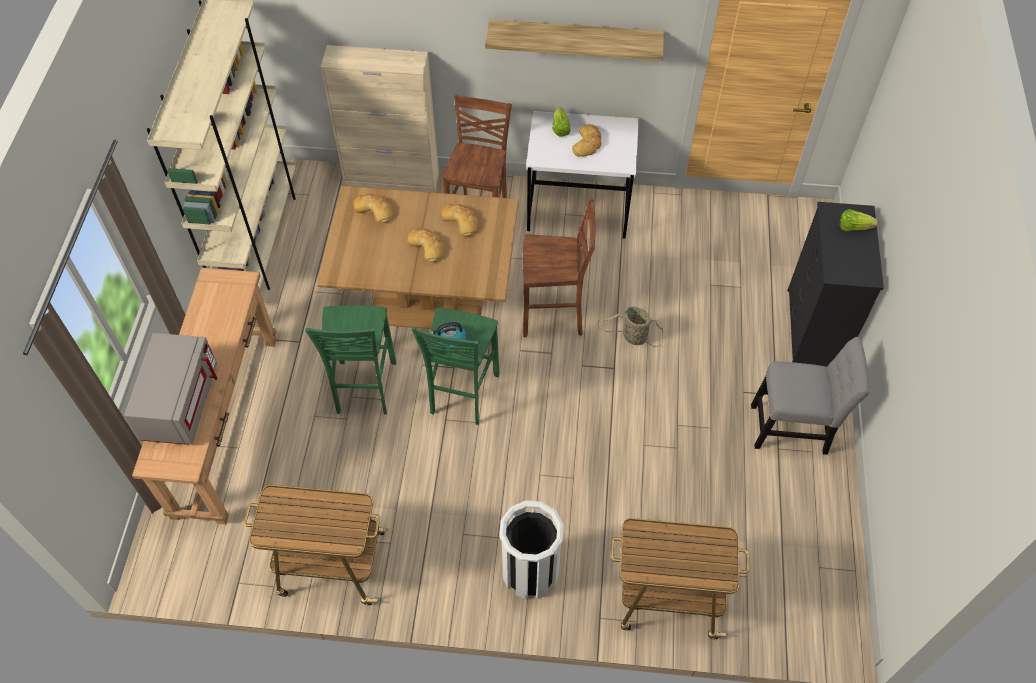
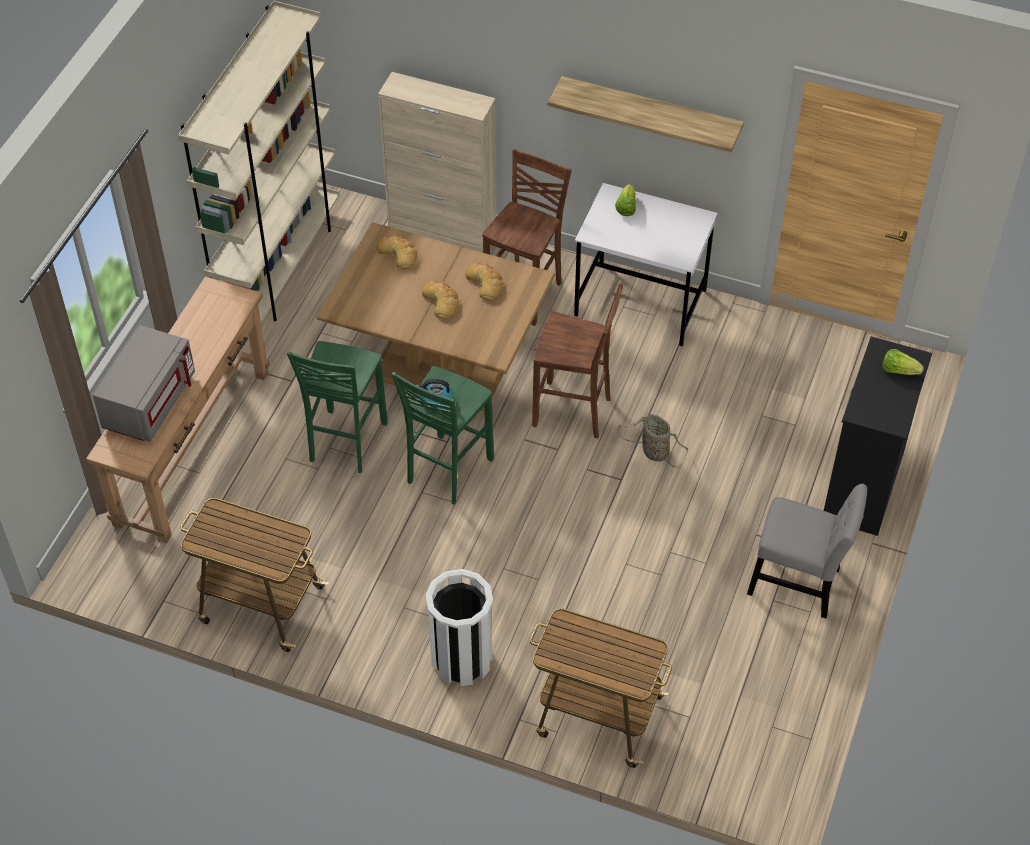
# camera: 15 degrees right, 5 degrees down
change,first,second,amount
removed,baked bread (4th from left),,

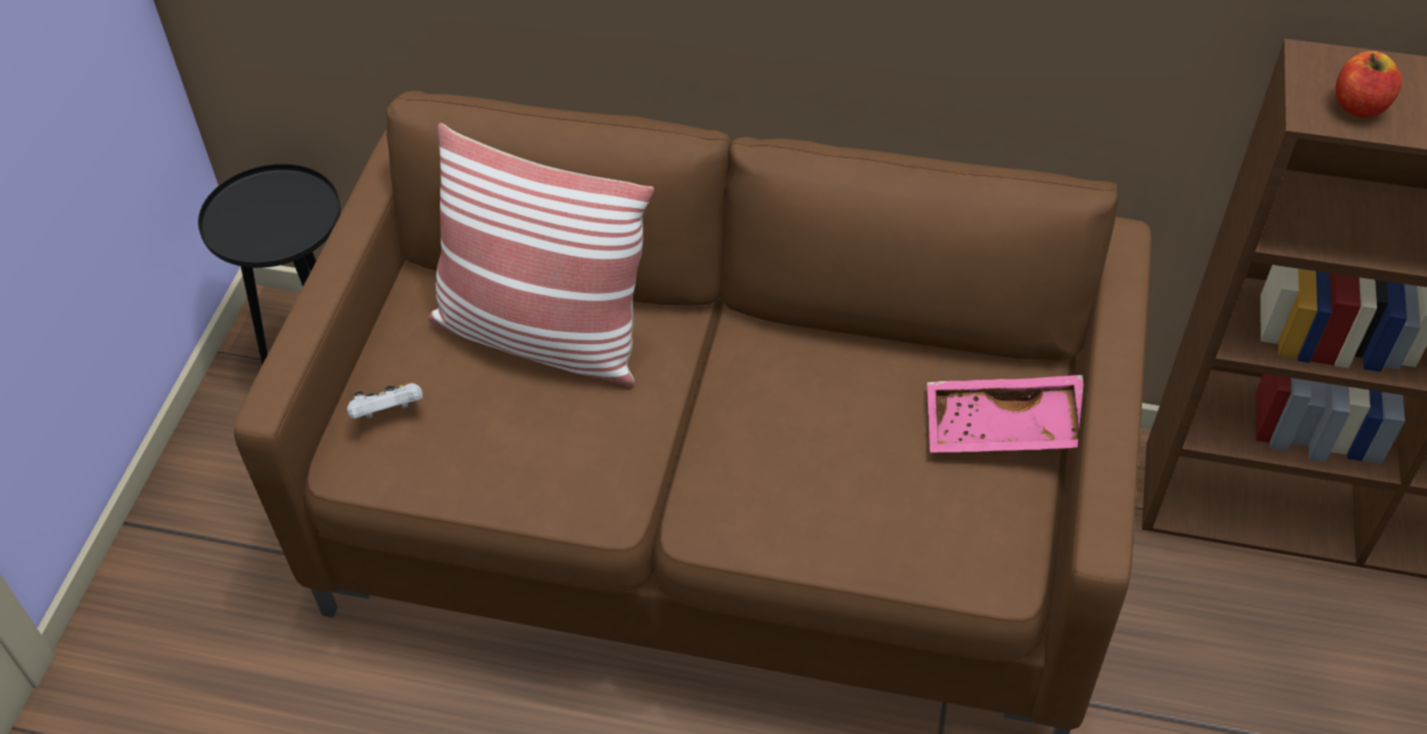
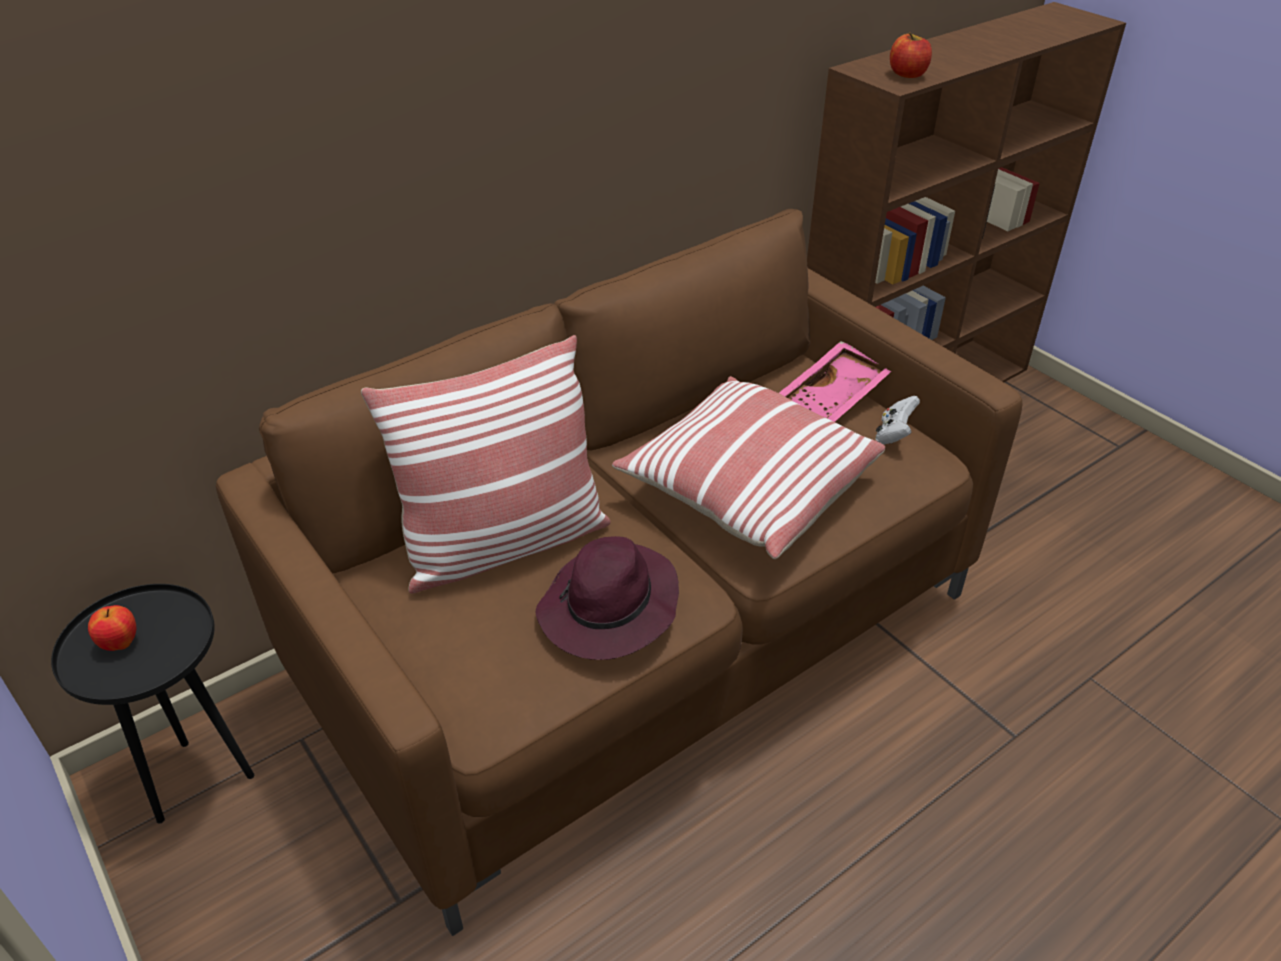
# camera: 50 degrees left, 10 degrees down
change,first,second,amount
moved,gamepad (white),,
added,,apple (1st from left),
added,,hat (purplish),
added,,cushion (2nd from left),

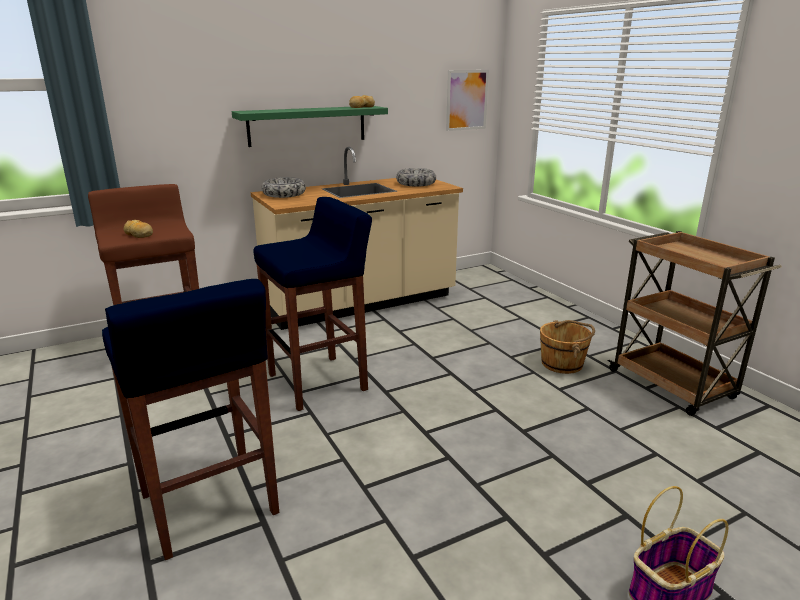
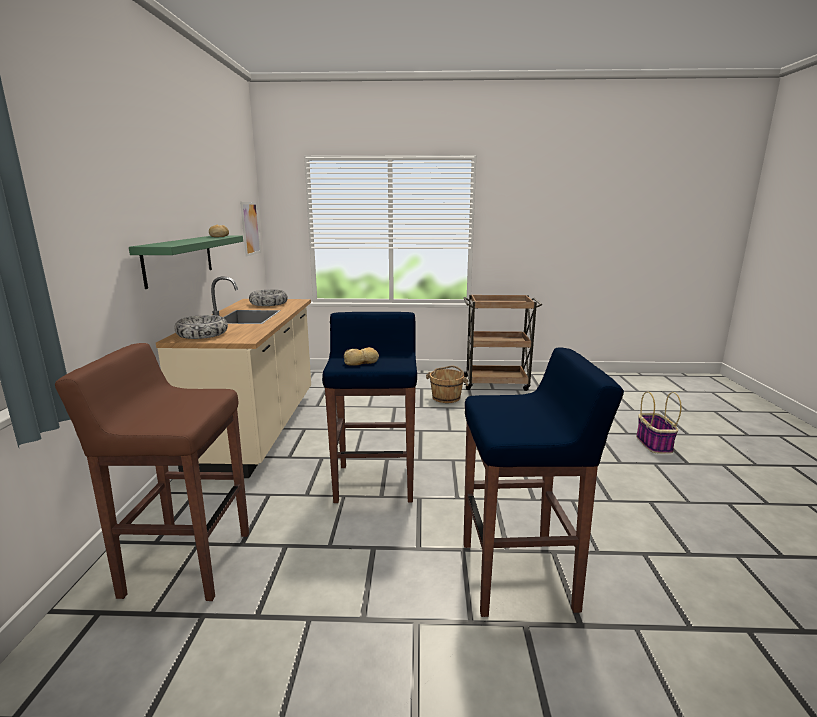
# camera: 60 degrees left, 5 degrees down
change,first,second,amount
moved,baked bread (1st from left in the first image),baked bread (2nd from left),

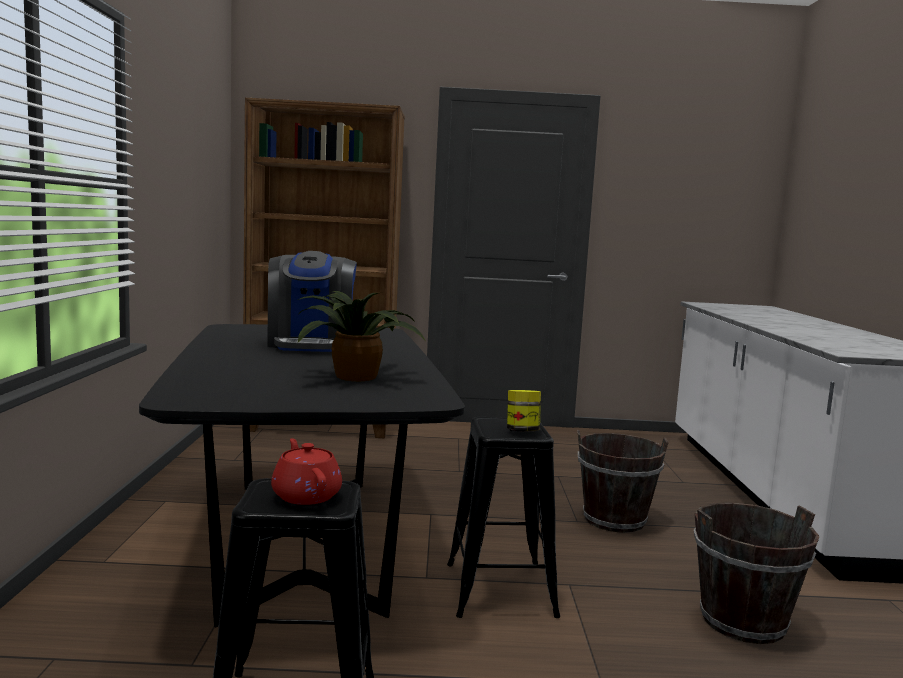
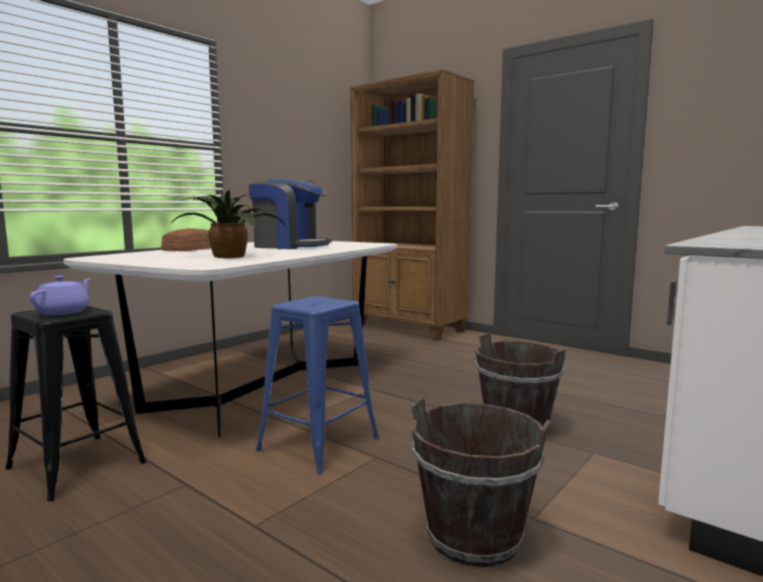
# camera: 40 degrees right, 0 degrees up
change,first,second,amount
recoloured,dining table (blackish),dining table (white),
turned,coffee maker,,105 degrees counterclockwise
recoloured,teapot (reddish),teapot (purplish),
recoloured,stool (blackish) (2nd from left),stool (blue),
removed,storage jar,,
added,,baked bread,

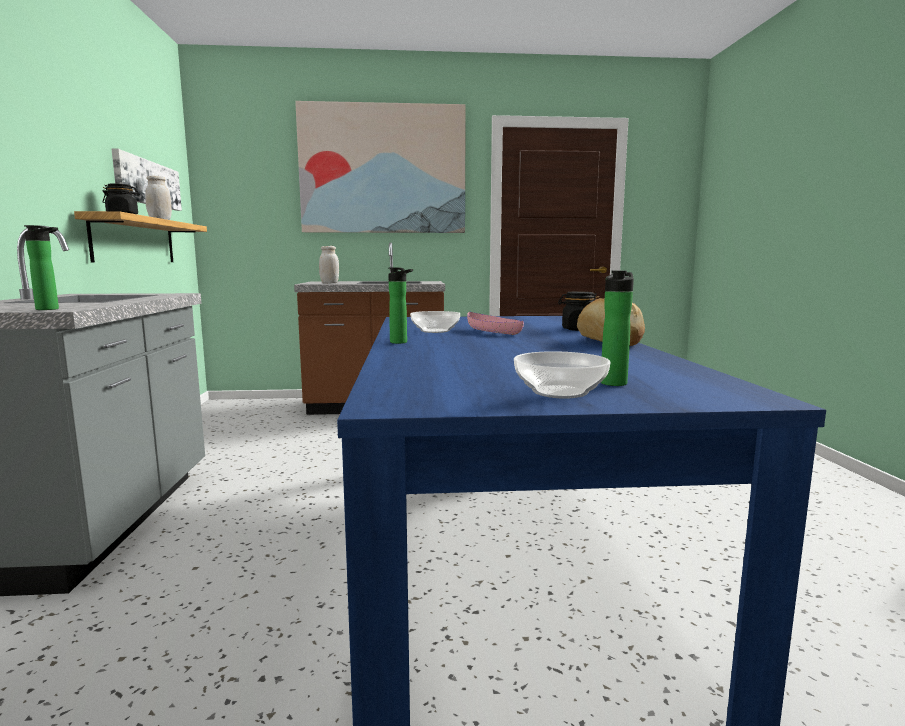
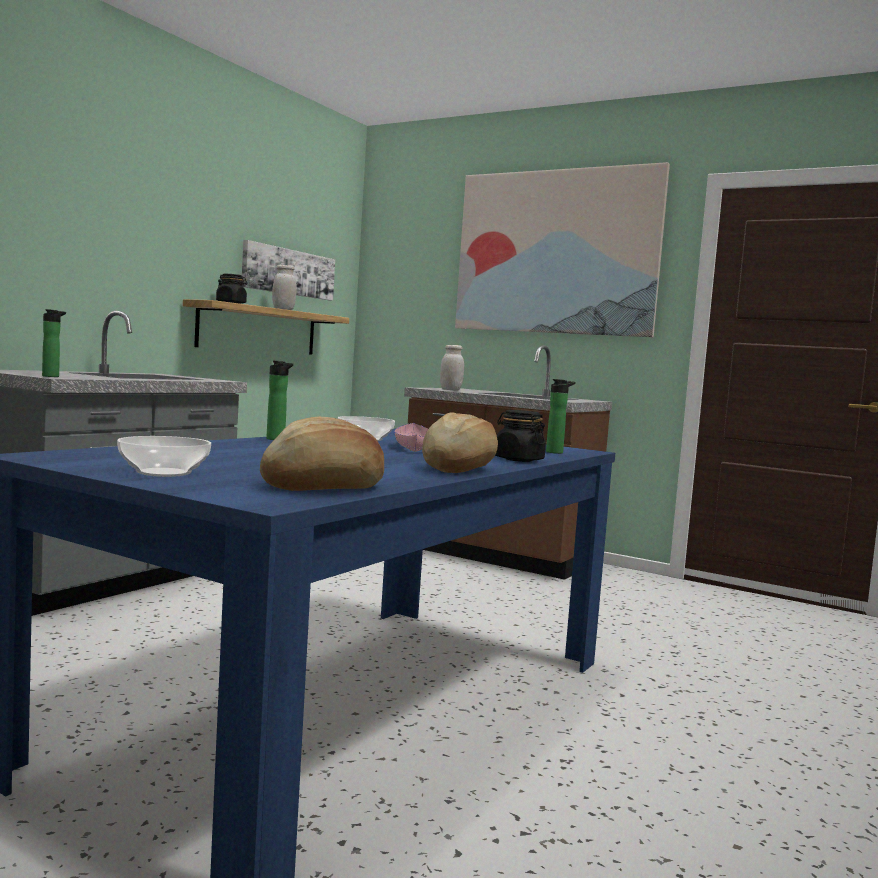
# camera: 35 degrees right, 5 degrees down
change,first,second,amount
moved,beverage bottle (3rd from left),,
added,,baked bread (1st from left),

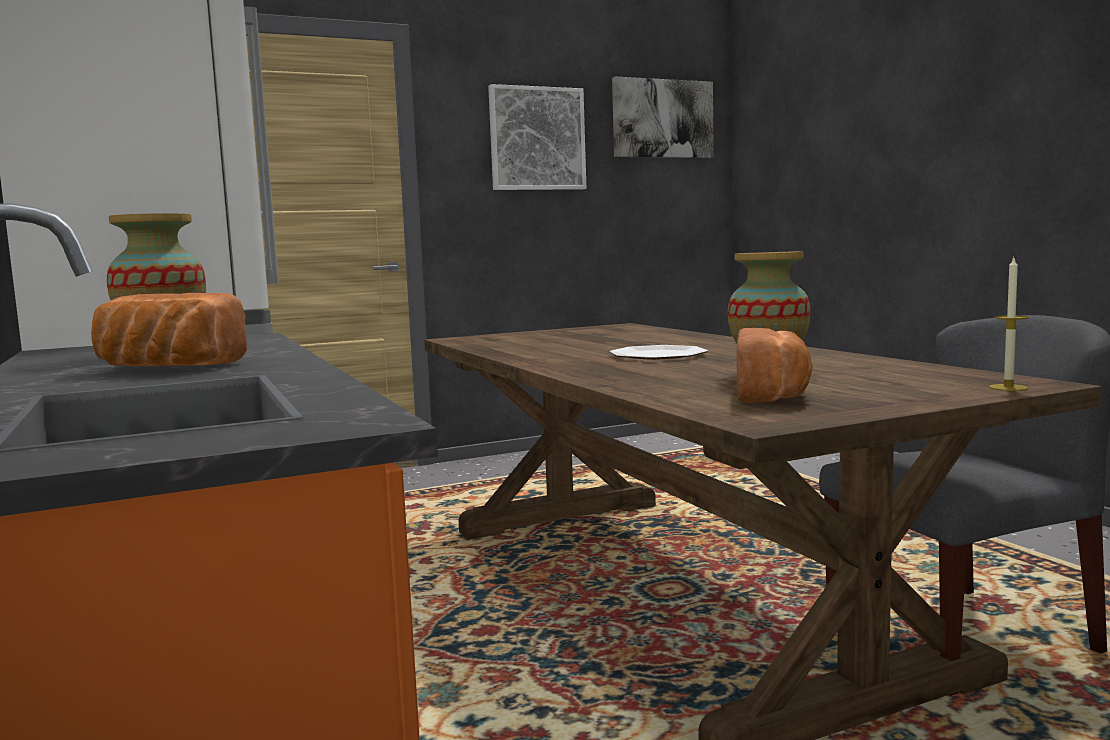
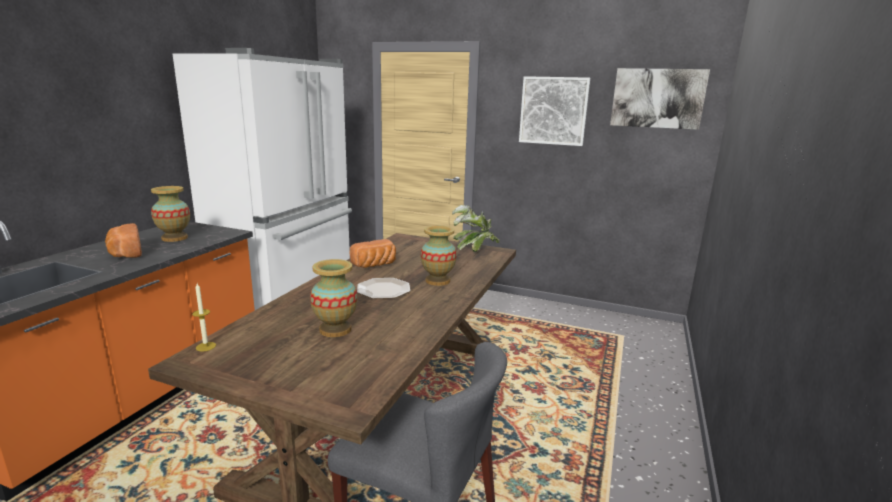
# camera: 45 degrees right, 10 degrees up
change,first,second,amount
moved,baked bread (2nd from left),,
moved,wax light,,
added,,vase (3rd from left),
added,,plant in a pot,

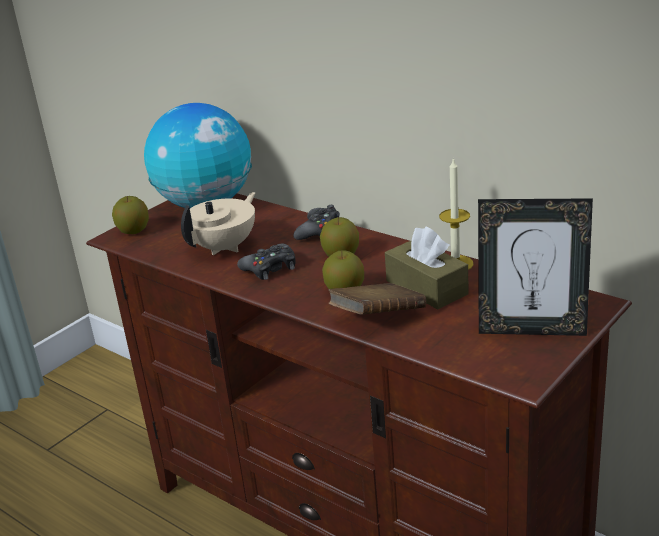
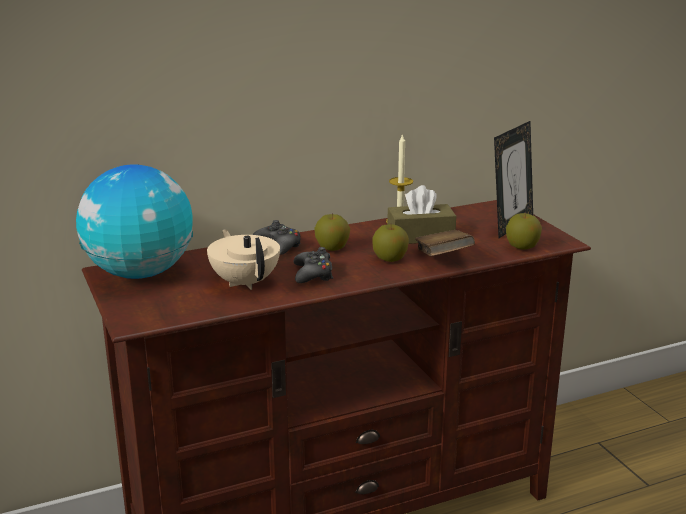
# camera: 65 degrees left, 5 degrees down
change,first,second,amount
moved,apple (1st from left in the first image),apple (3rd from left),

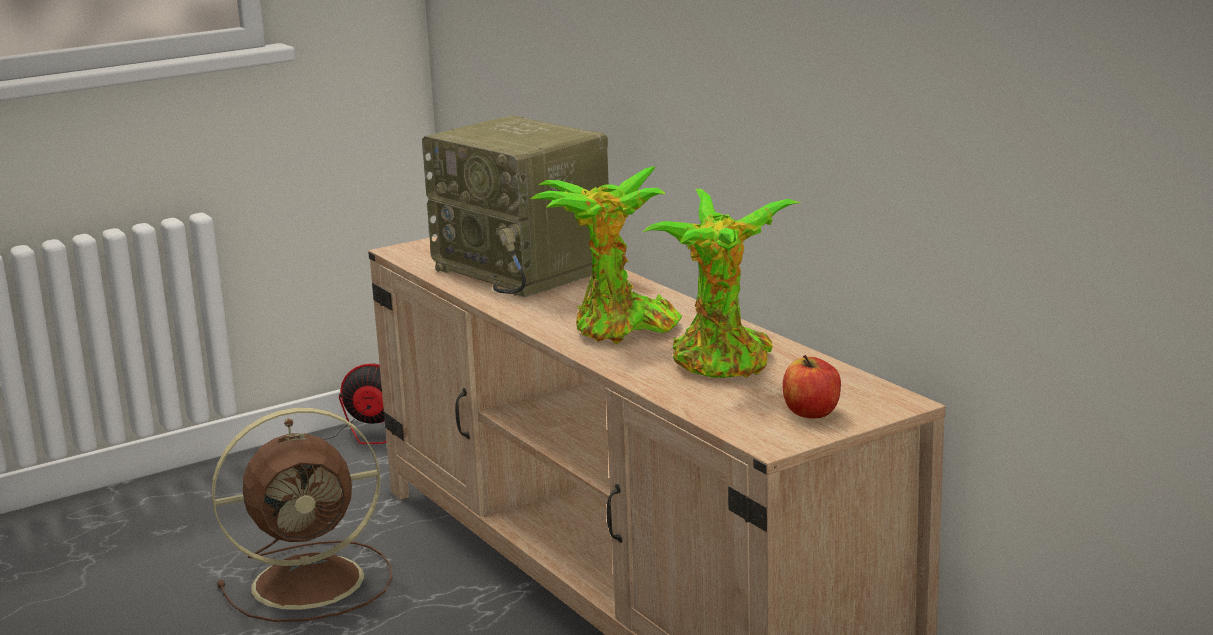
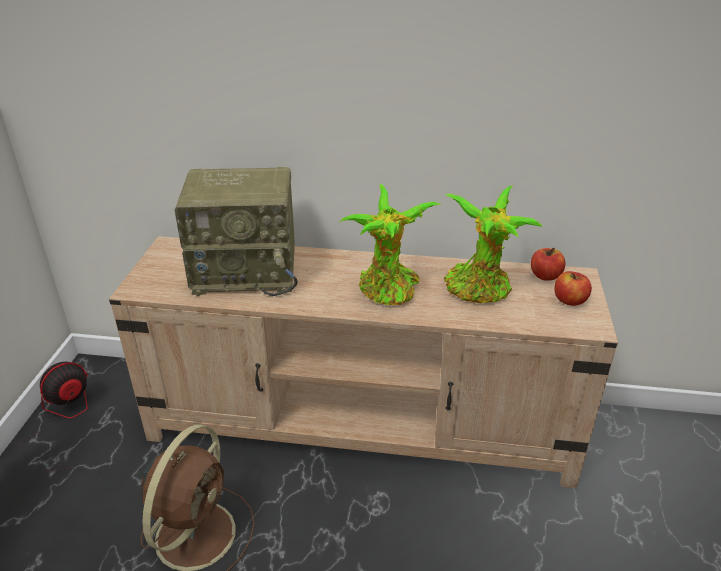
# camera: 50 degrees left, 15 degrees up
change,first,second,amount
added,,apple (1st from left),

